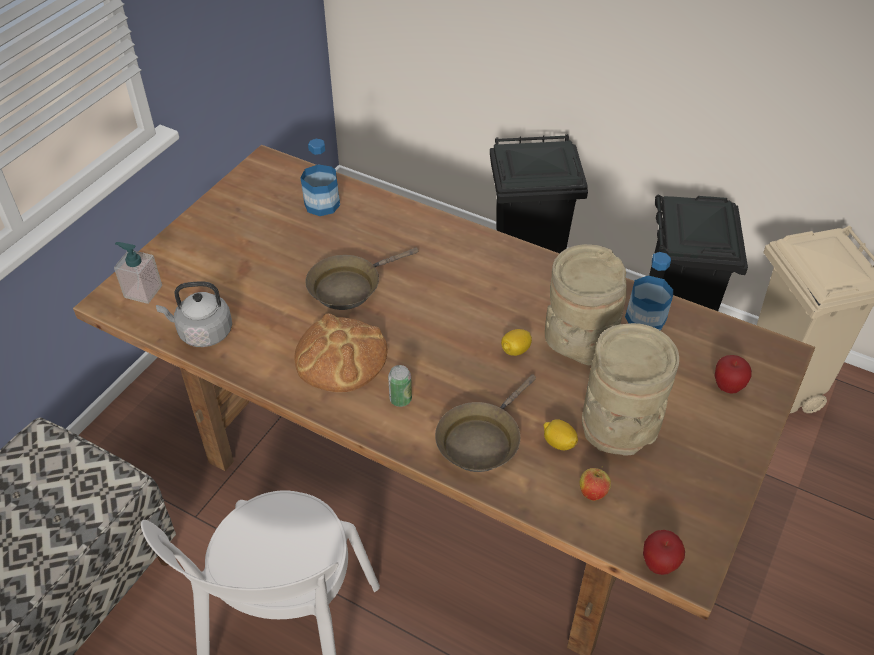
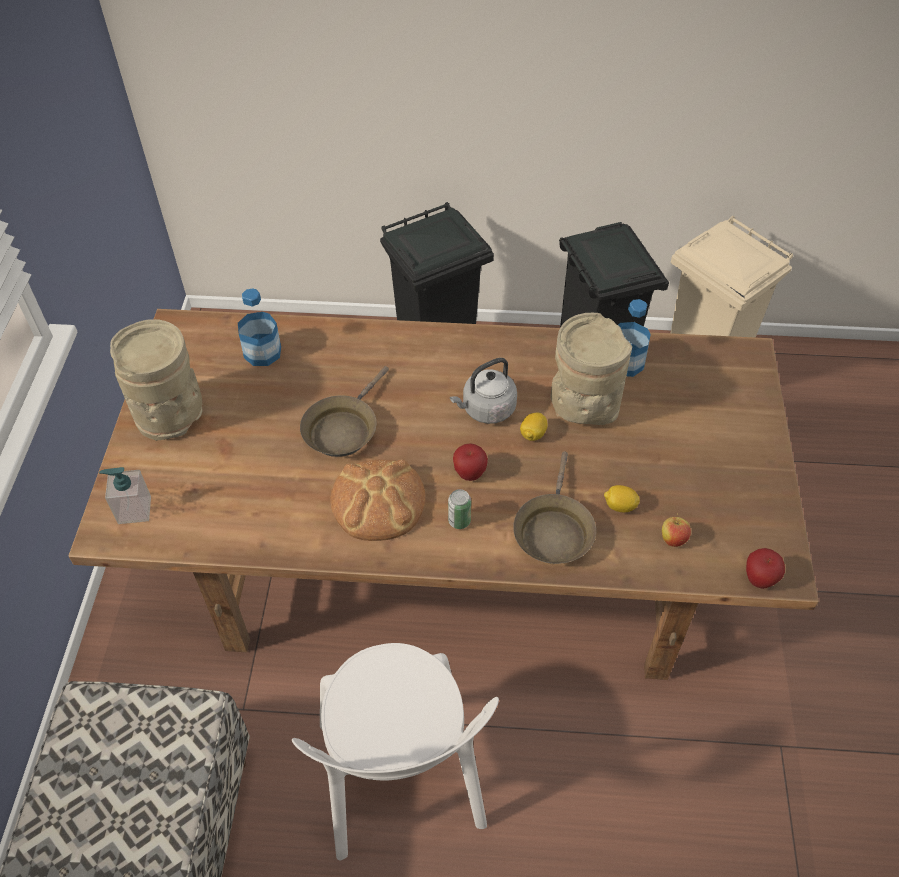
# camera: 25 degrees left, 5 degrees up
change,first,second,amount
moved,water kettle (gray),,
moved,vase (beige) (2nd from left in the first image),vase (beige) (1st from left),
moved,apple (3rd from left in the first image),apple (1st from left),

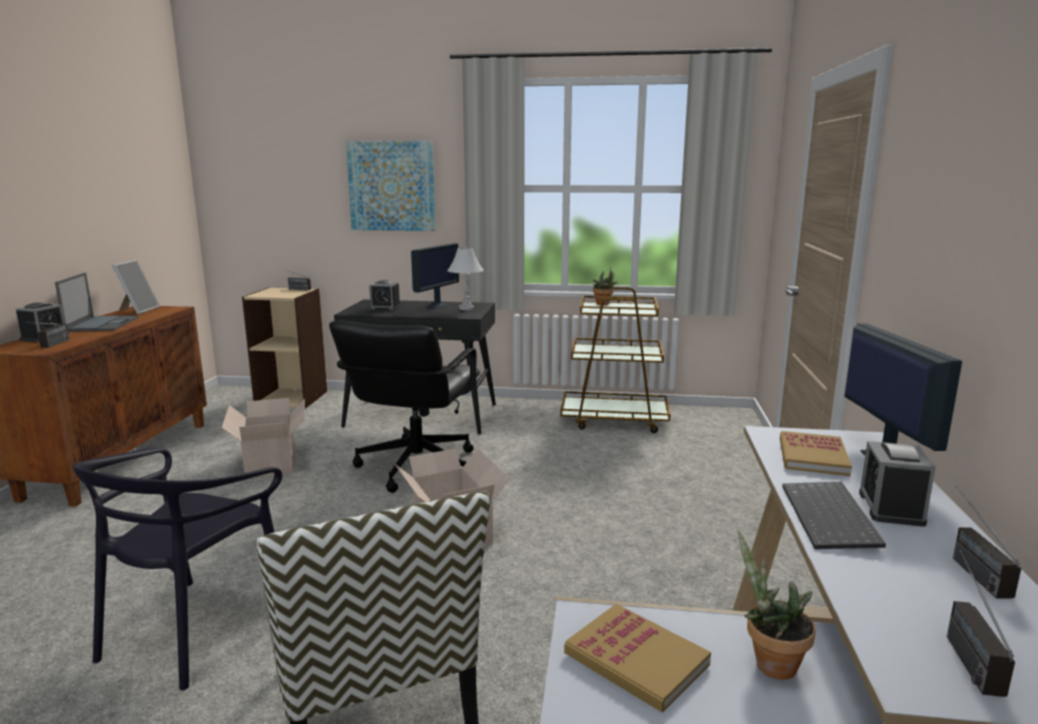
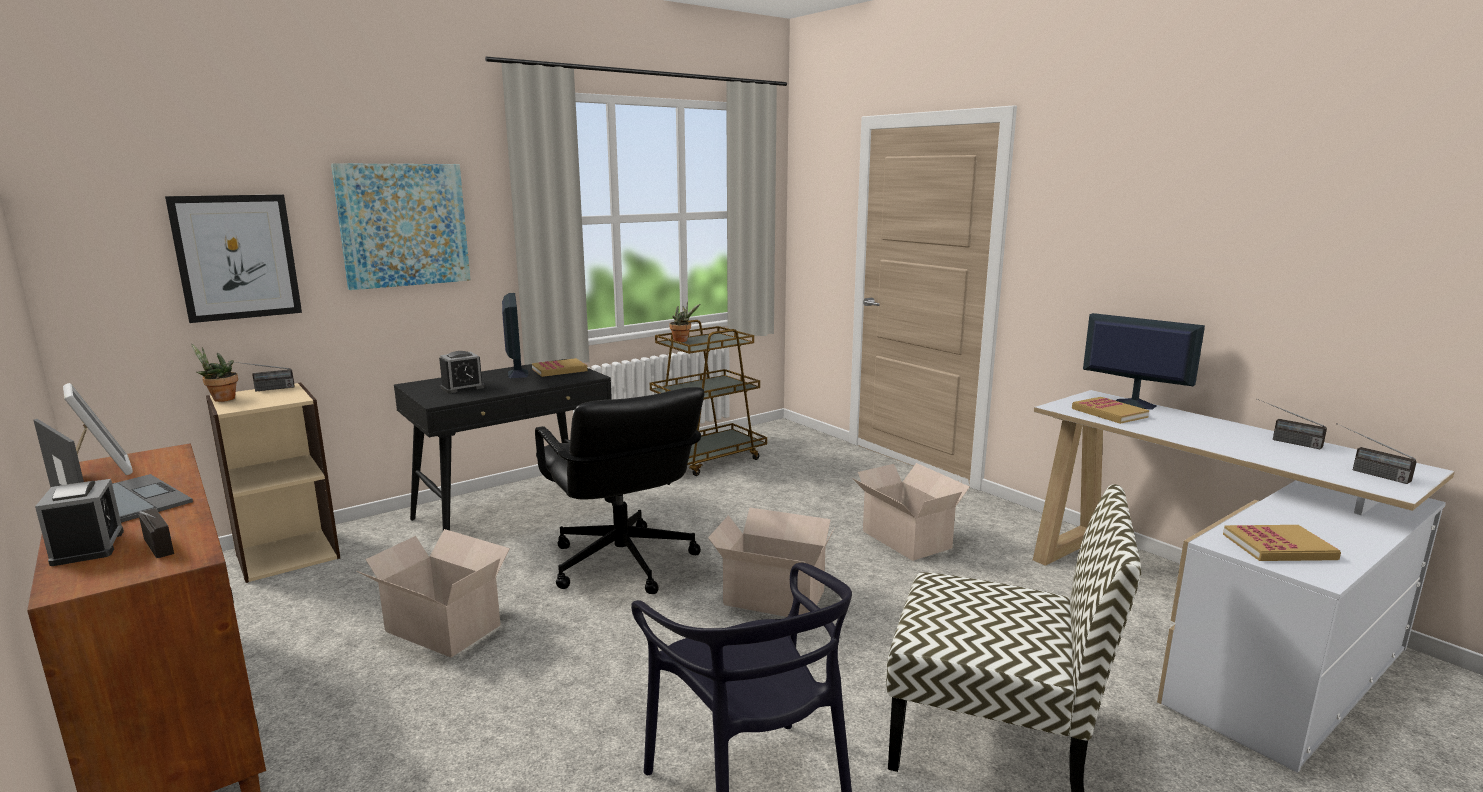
# camera: 45 degrees left, 0 degrees up
change,first,second,amount
replaced,lamp for a table (white),book (1st from left),
moved,plant in a pot (2nd from left in the first image),plant in a pot (1st from left),
removed,PC keyboard,,
removed,table clock (3rd from left),,
added,,wall art (1st from left),
added,,cardboard box (3rd from left),

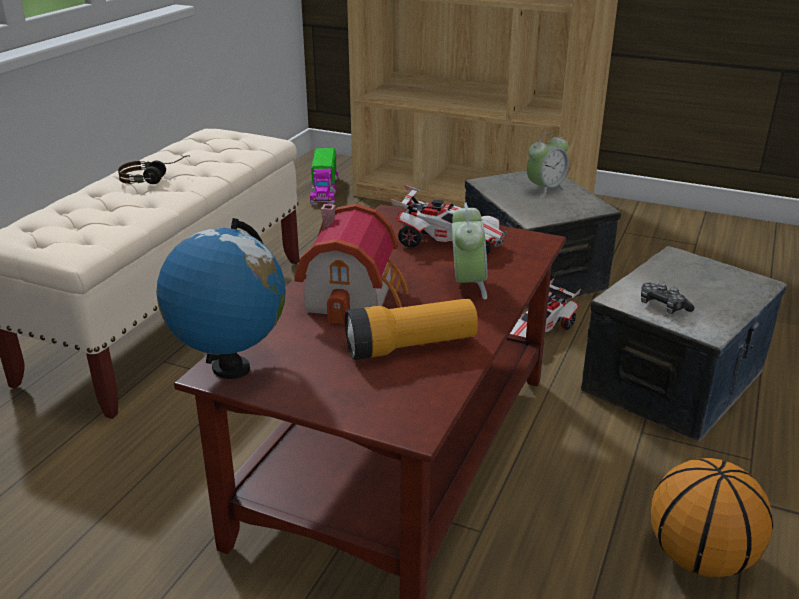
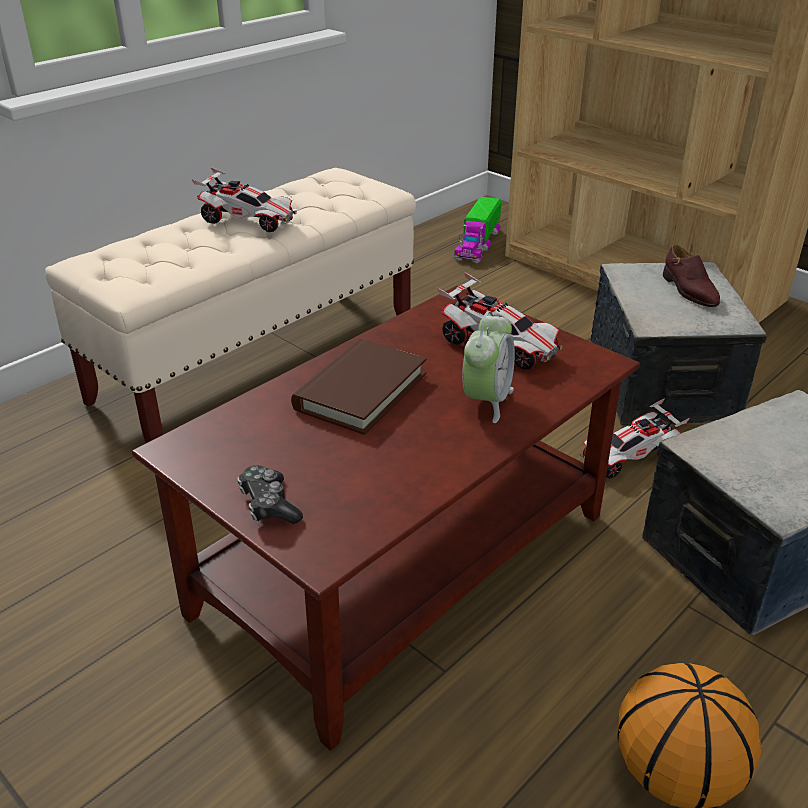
# camera: 20 degrees right, 5 degrees up
change,first,second,amount
replaced,headphones,toy car (1st from left),
removed,desk globe,,
replaced,model house,book (brown),
removed,flashlight,,
replaced,table clock (2nd from left),shoe (brown),
moved,gamepad,,

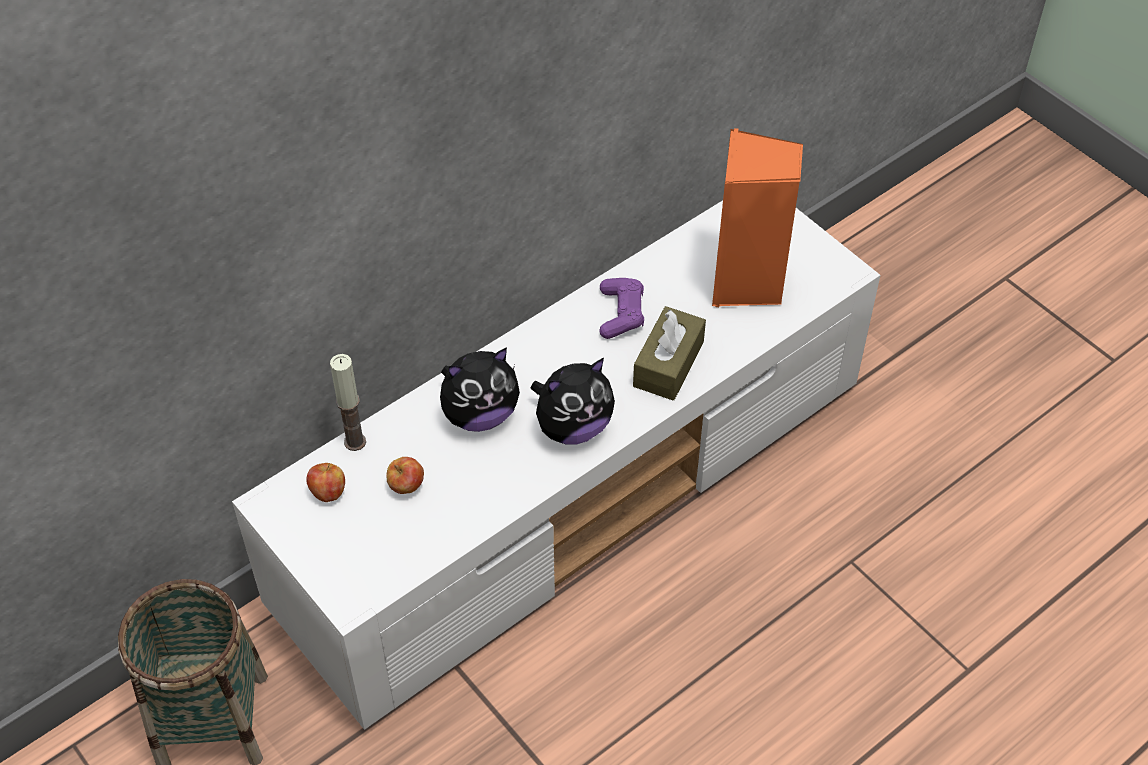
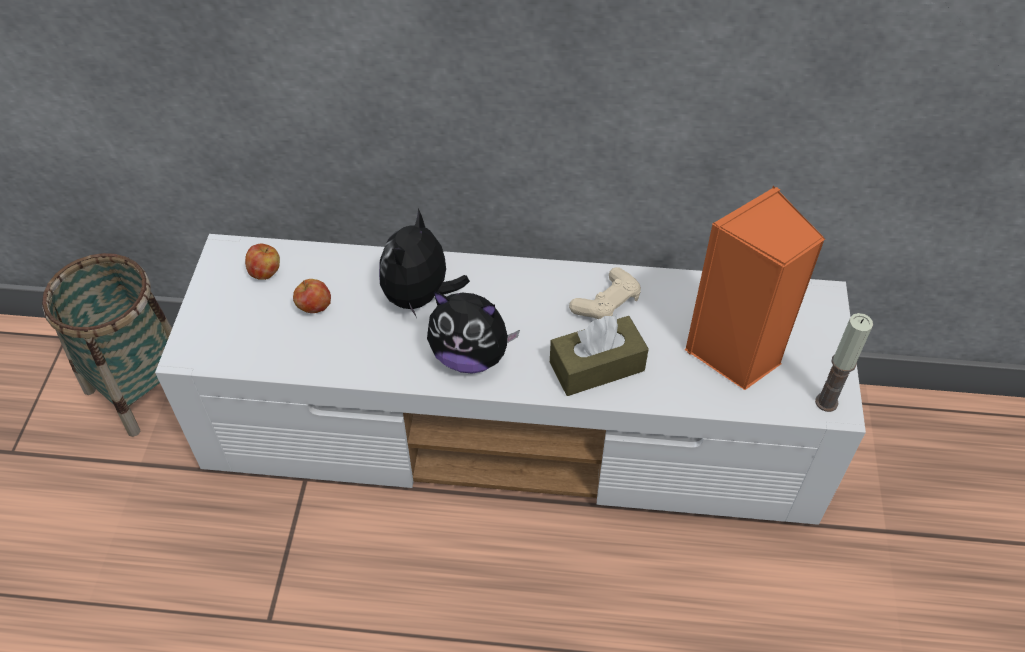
# camera: 45 degrees right, 0 degrees up
change,first,second,amount
moved,wax light,,
turned,cuddly toy (1st from left),,90 degrees clockwise
recoloured,gamepad (purplish),gamepad (beige),

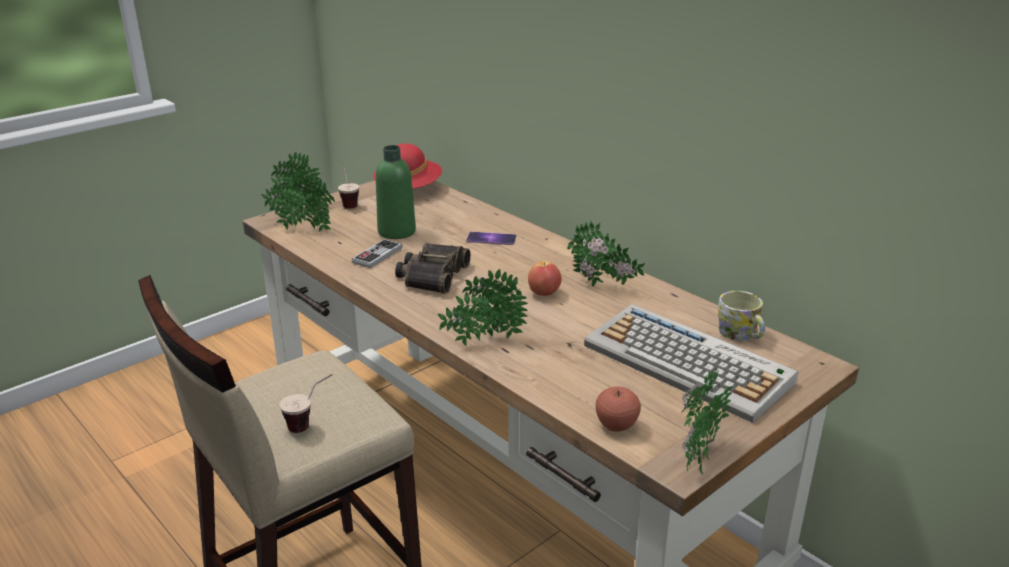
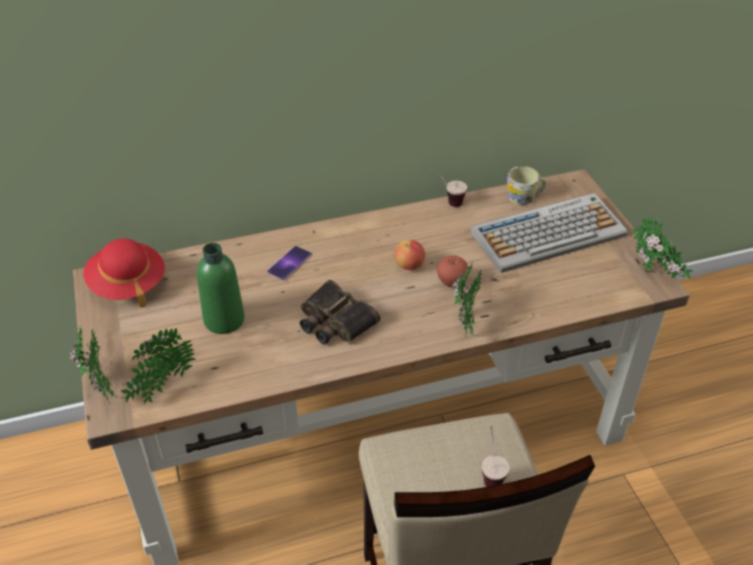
# camera: 65 degrees left, 15 degrees up
change,first,second,amount
moved,drinking cup (2nd from left in the first image),drinking cup (1st from left),
removed,gamepad,,
removed,plant in a pot (4th from left),,
moved,apple (2nd from left),,

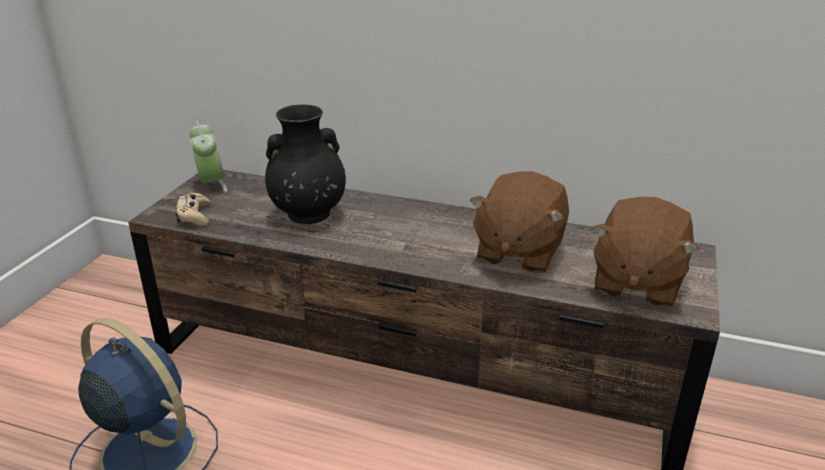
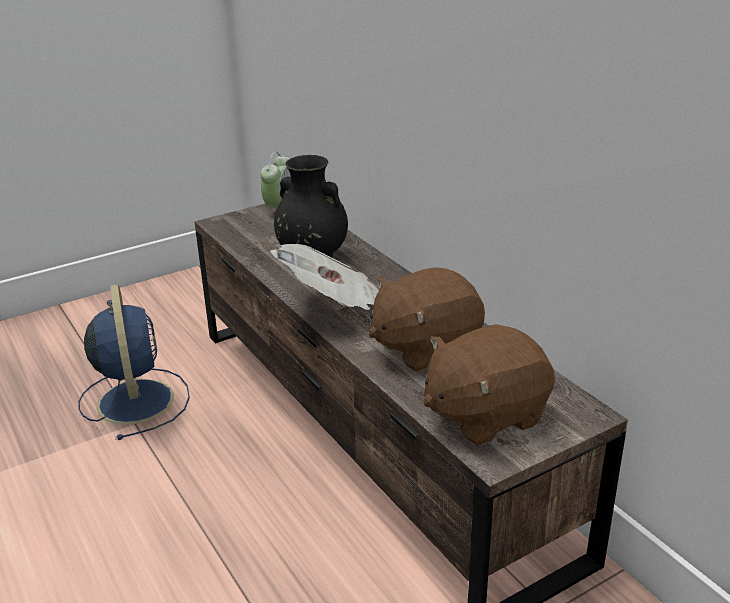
# camera: 40 degrees right, 0 degrees up
change,first,second,amount
removed,gamepad (beige),,
added,,newspaper,

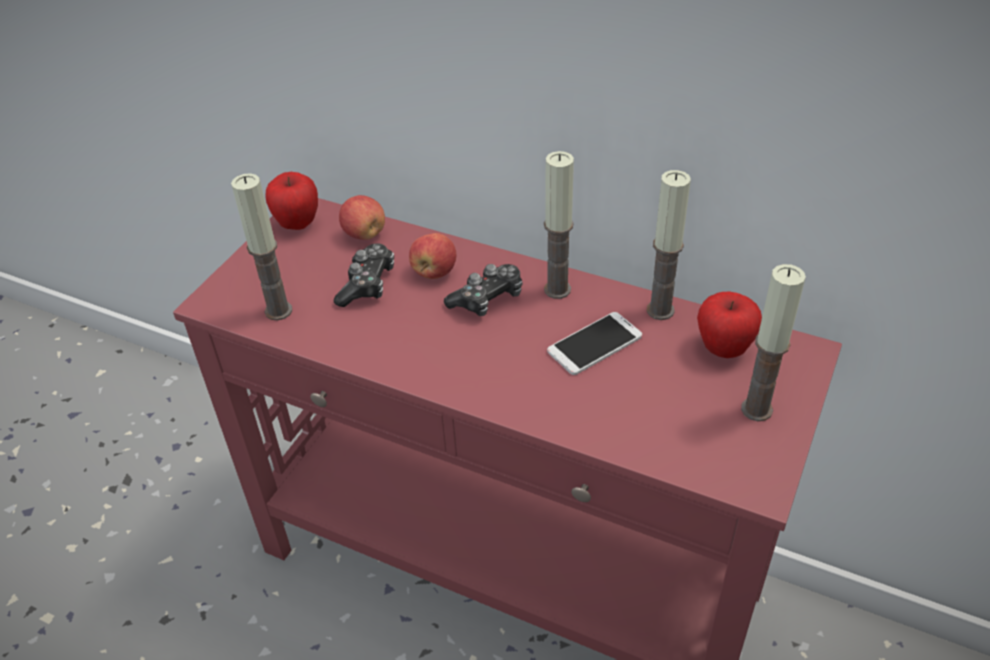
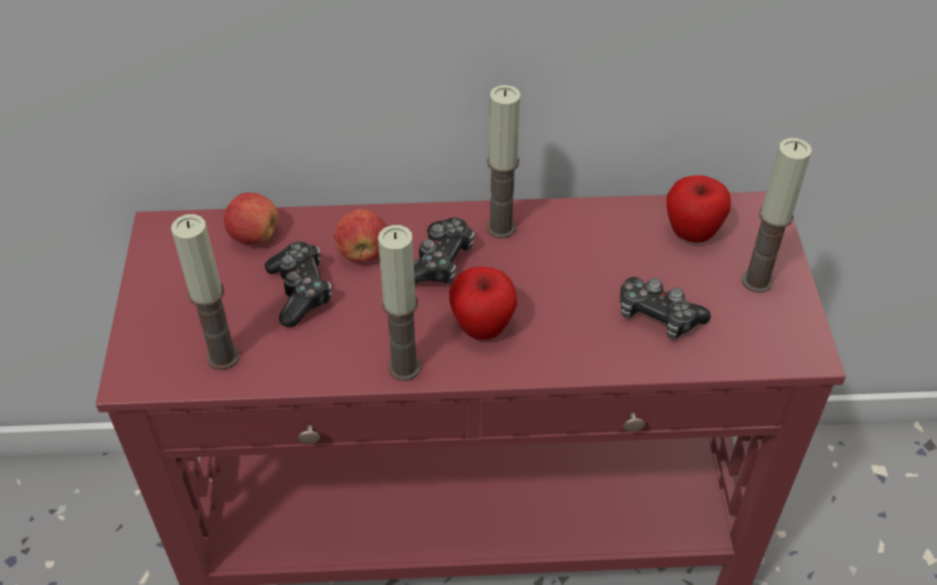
# camera: 30 degrees left, 5 degrees up
change,first,second,amount
moved,apple (1st from left in the first image),apple (3rd from left),
removed,telephone,,
moved,wax light (3rd from left in the first image),wax light (2nd from left),
added,,gamepad (3rd from left),

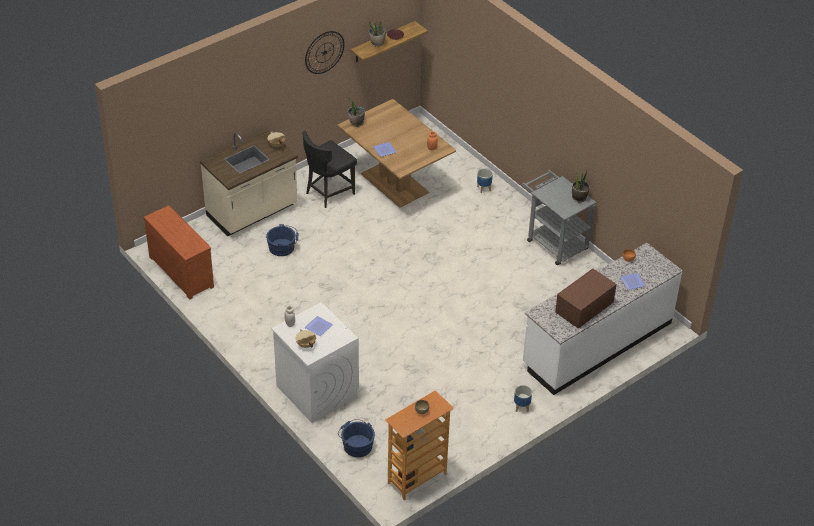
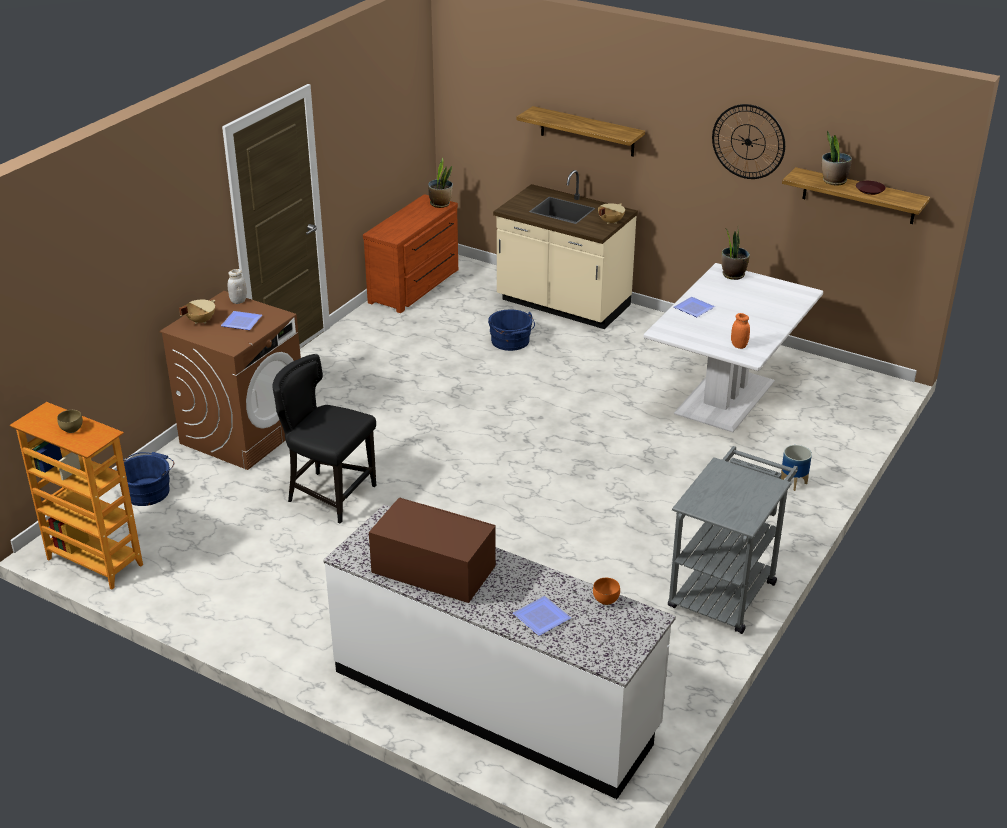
# camera: 70 degrees right, 10 degrees down
change,first,second,amount
recoloured,laundry appliance (white),laundry appliance (brown),
moved,chair (blackish),,
recoloured,dining table (brown),dining table (white),
removed,planter (2nd from left),,
moved,plant in a pot (3rd from left in the first image),plant in a pot (1st from left),
added,,shelf (1st from left),

